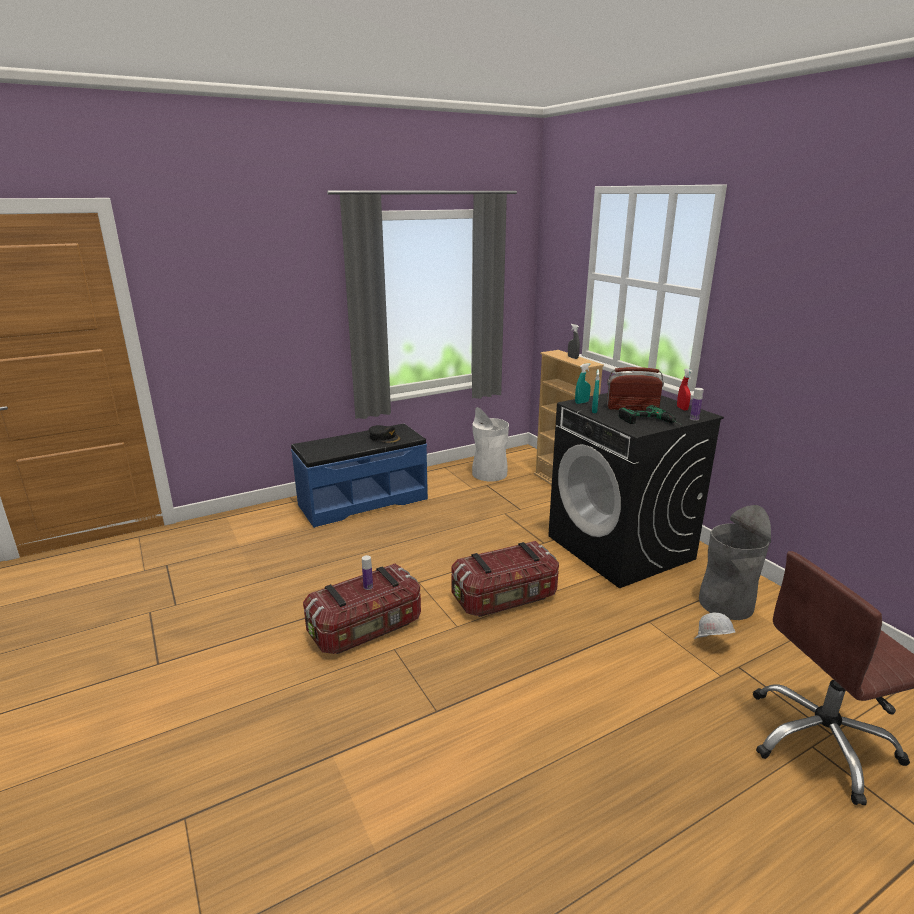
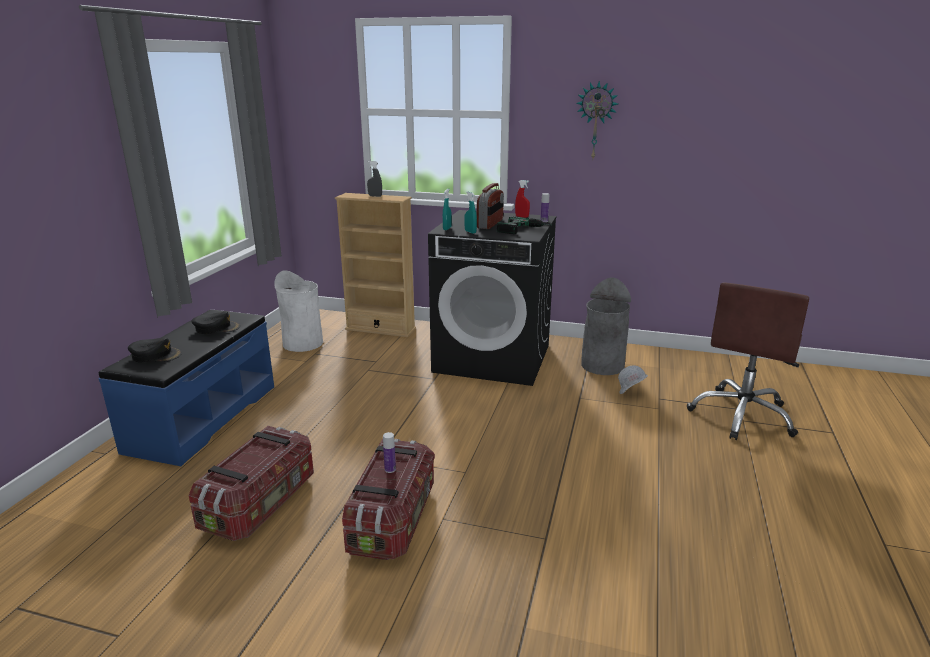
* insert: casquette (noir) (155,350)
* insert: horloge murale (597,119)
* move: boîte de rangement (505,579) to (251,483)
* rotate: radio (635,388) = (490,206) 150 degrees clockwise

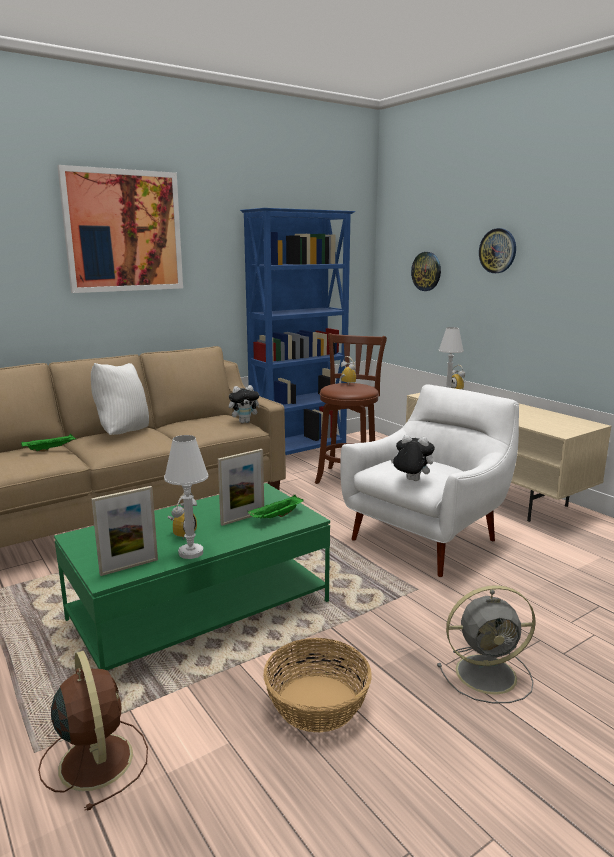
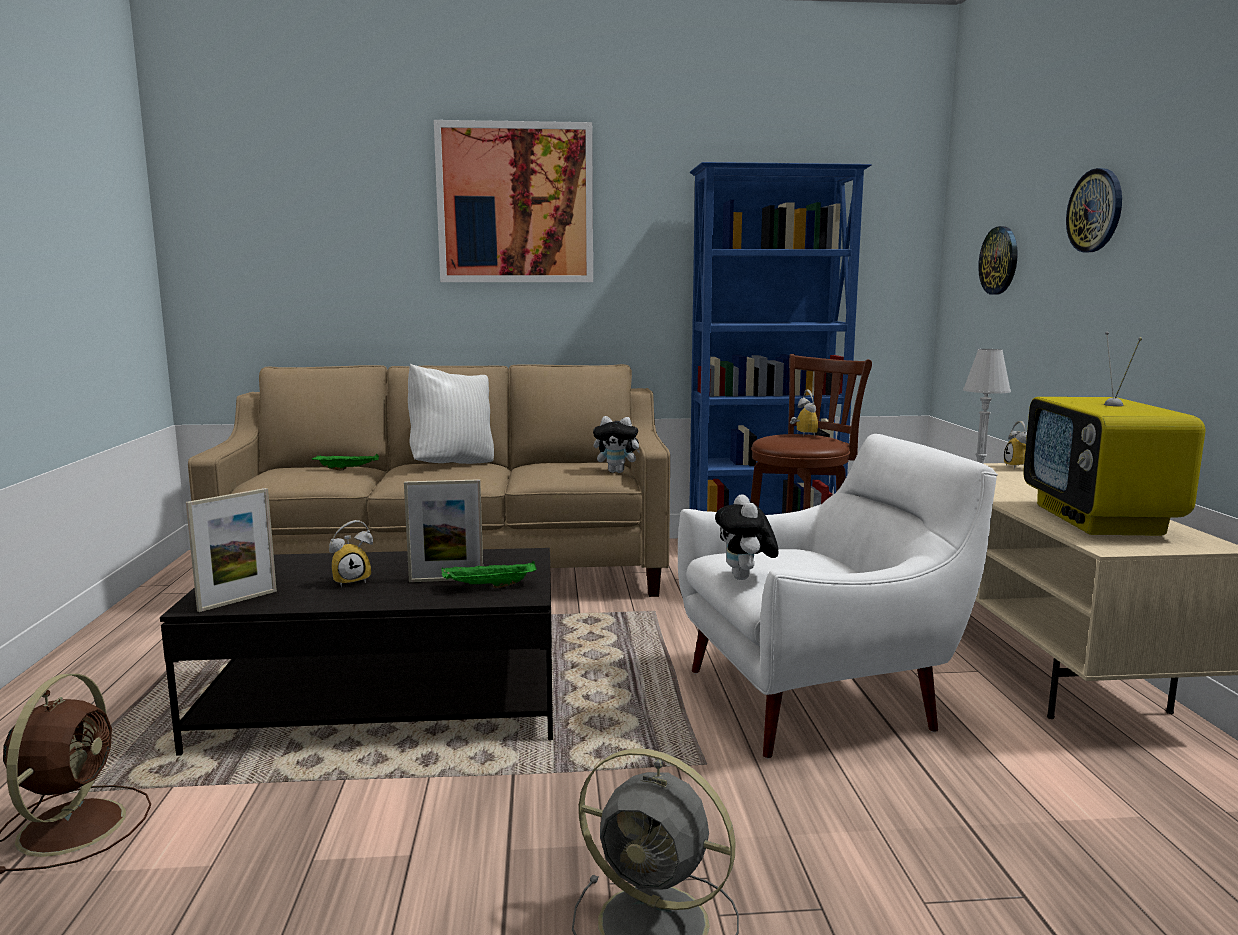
* delete: lampe de table (blanc) (186,497)
* delete: panier (317,685)
* insert: téléviseur (1114,434)
* recolor: table basse (vert) (192,576) to table basse (noir) (356,652)
* rotate: cadre photo (124,531) = (231,550) 45 degrees counterclockwise
* rotate: peluche (413,458) = (747,537) 150 degrees counterclockwise

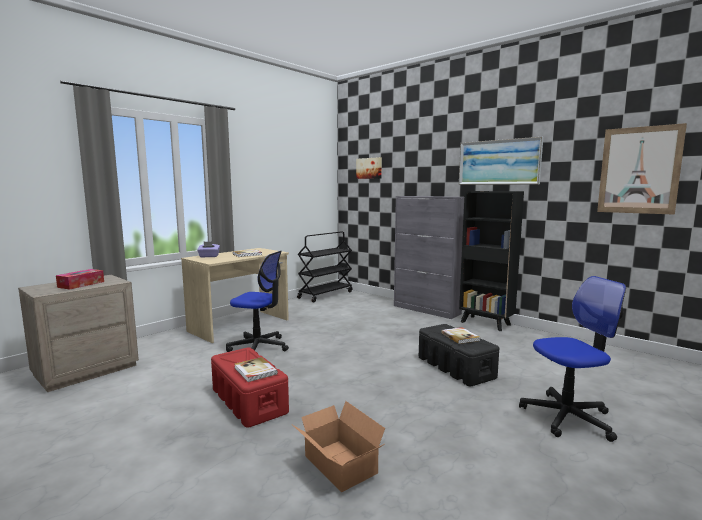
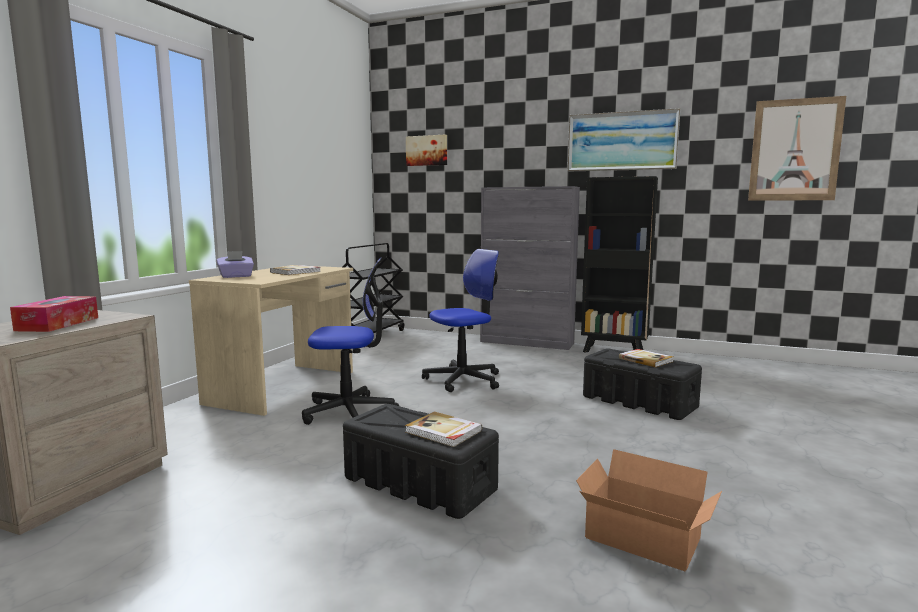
* move: chaise de bureau (572,359) to (460,320)
* recolor: boîte de rangement (rouge) (250,387) to boîte de rangement (noir) (421,461)

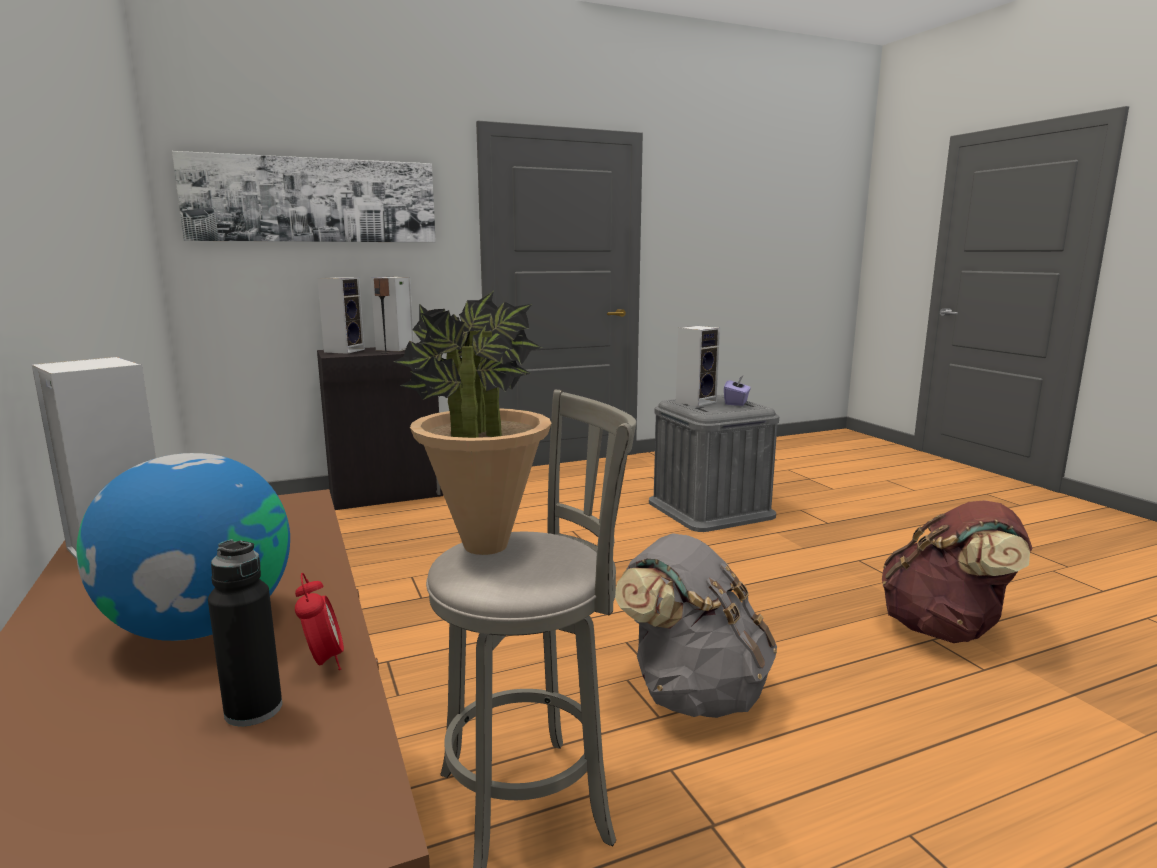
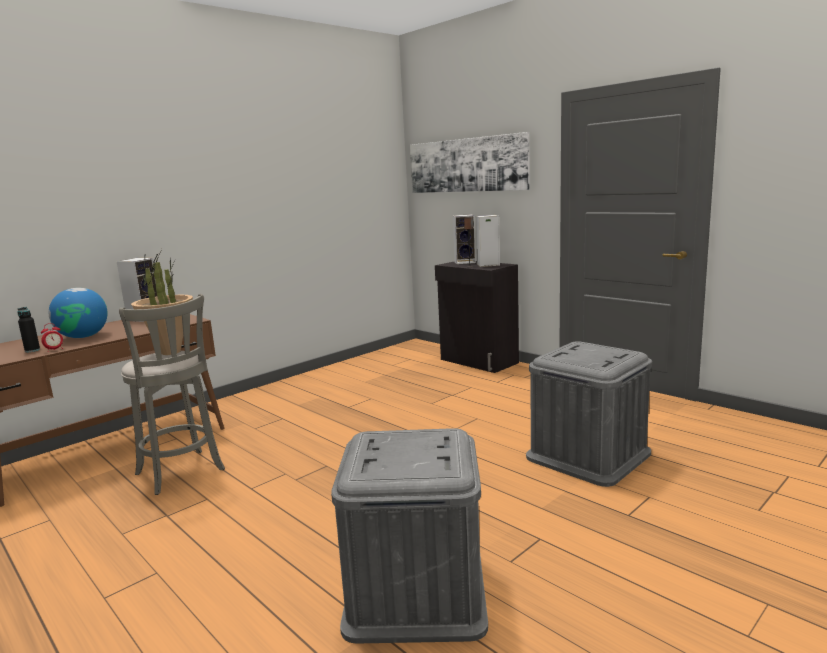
* delete: sac à dos (gris) (696,625)
* delete: enceinte (698,366)
* delete: boîte à mouchoirs (violet) (737,391)
* replace: sac à dos (marron) (957,571) to boîte de rangement (gris) (409,536)

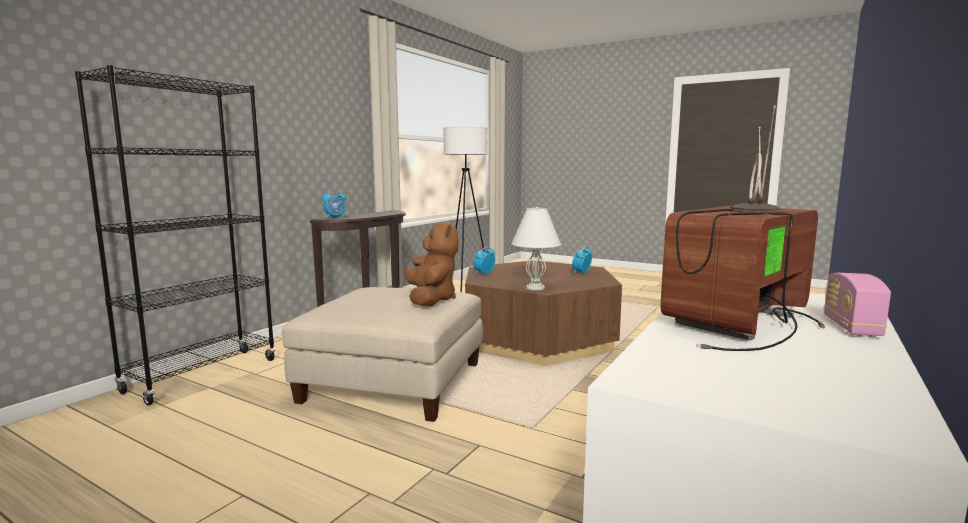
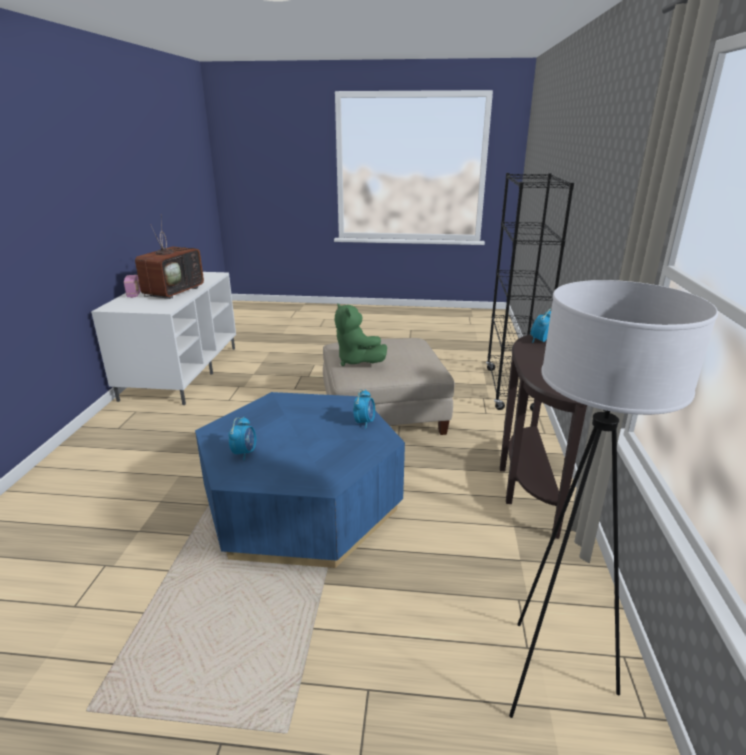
* delete: lampe de table (blanc) (536,248)
* recolor: peluche (marron) (431,263) to peluche (vert) (360,334)
* recolor: table basse (marron) (543,313) to table basse (bleu) (300,480)

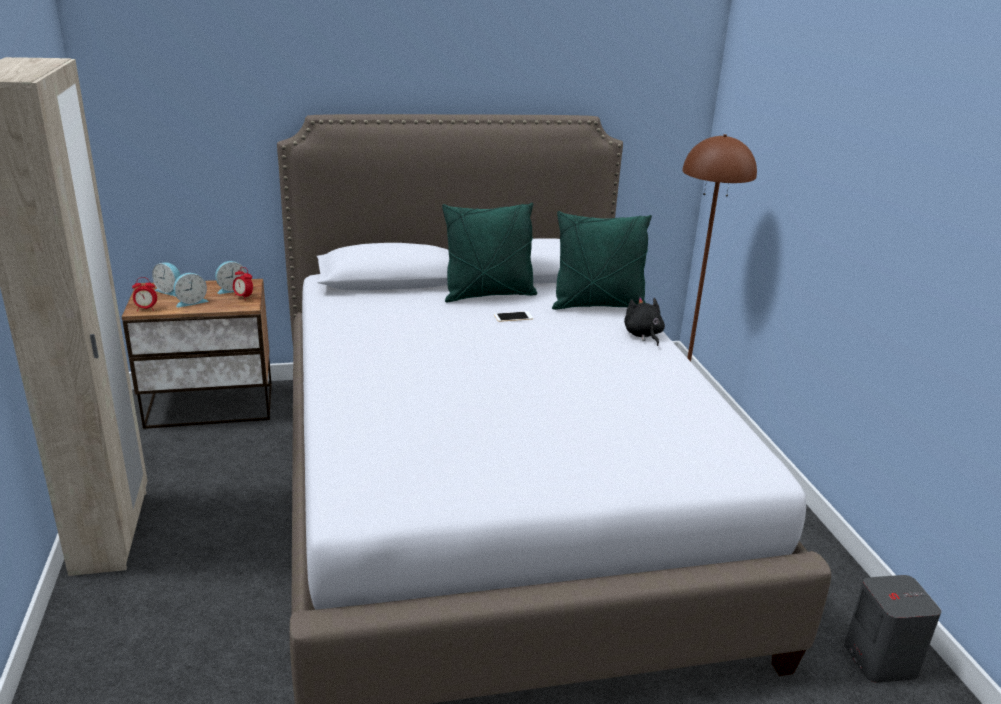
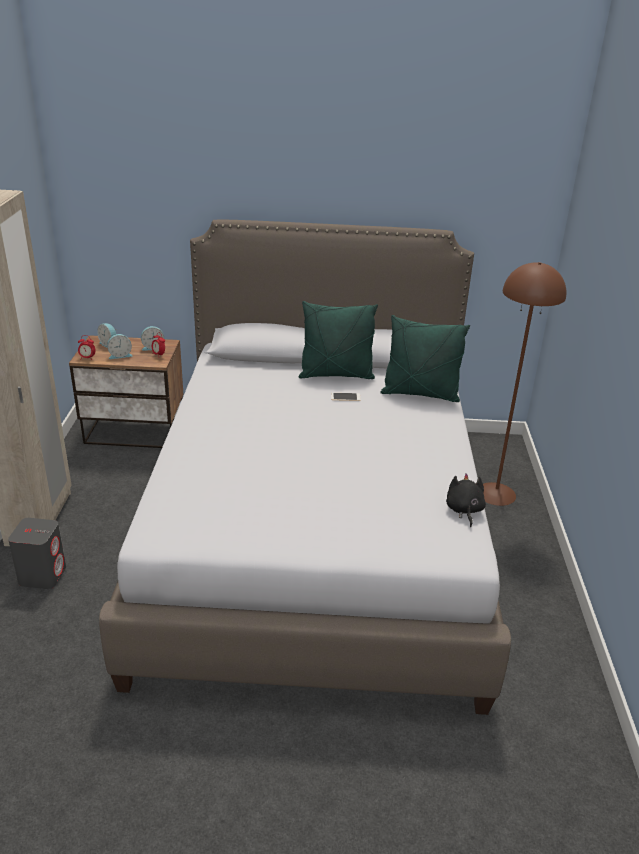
* move: peluche (noir) (644,321) to (466,500)
* move: enceinte (gris) (892,629) to (37,553)

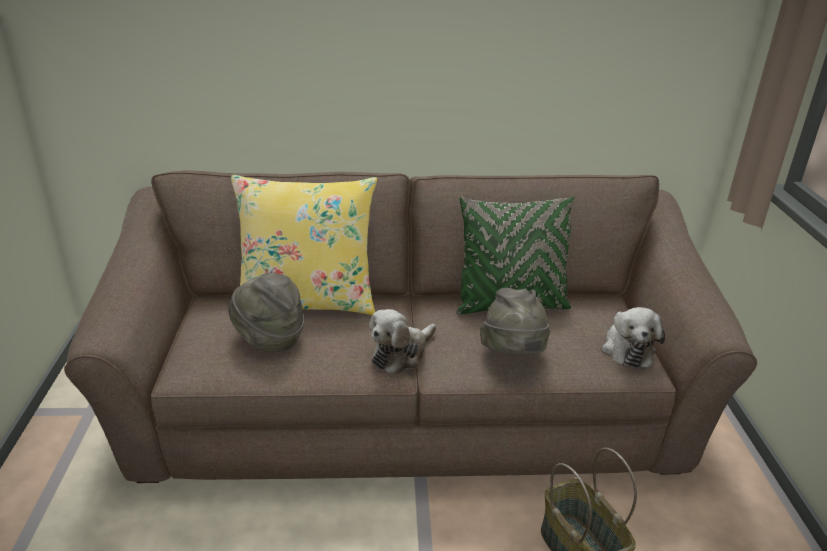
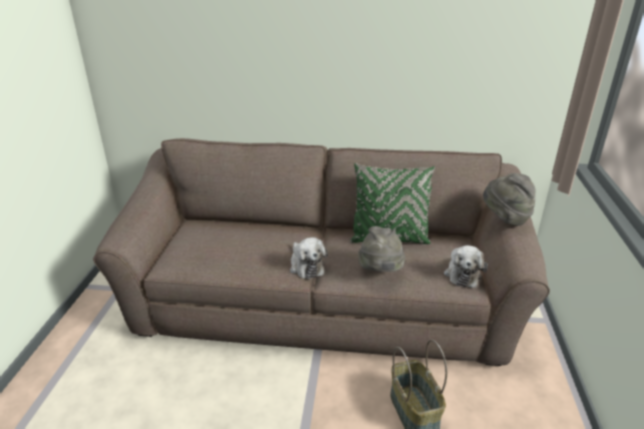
* delete: coussin (jaune) (304,245)
* move: chapeau (gris) (266,312) to (509,199)
* rotate: peluche (402,342) = (309,258) 75 degrees counterclockwise

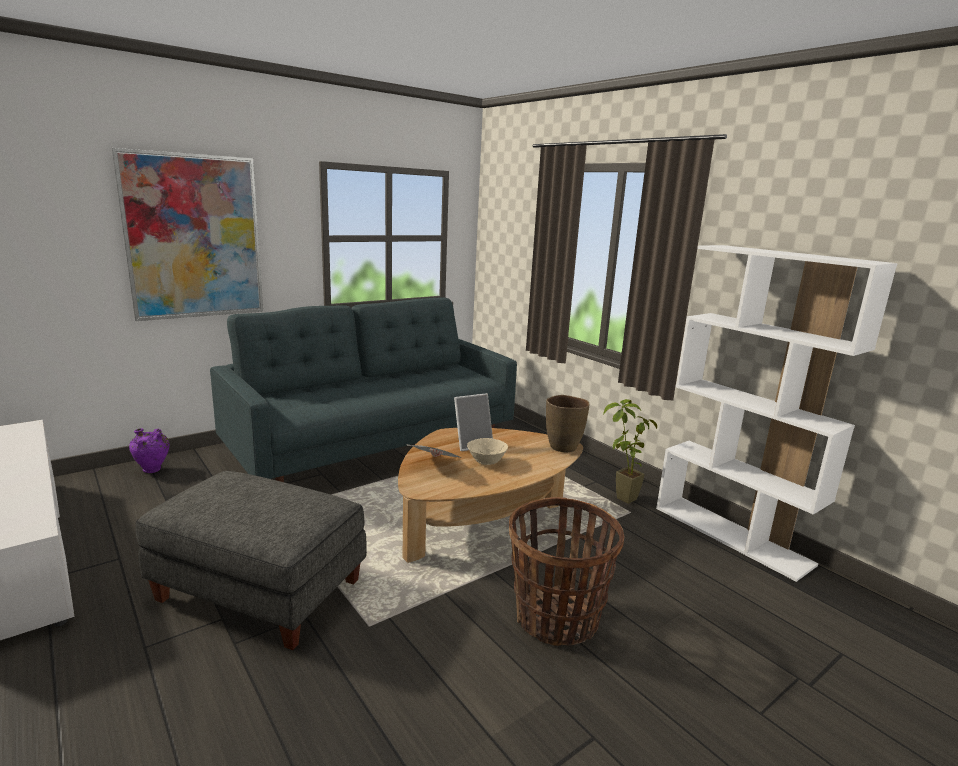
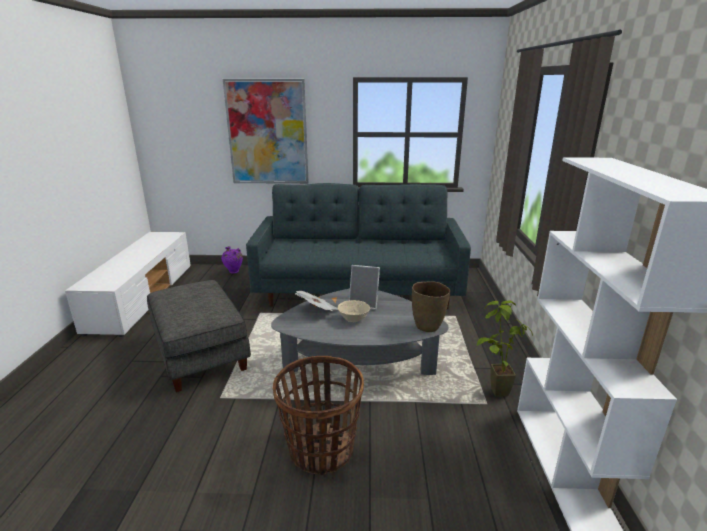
* recolor: table basse (marron) (490,495) to table basse (gris) (360,332)

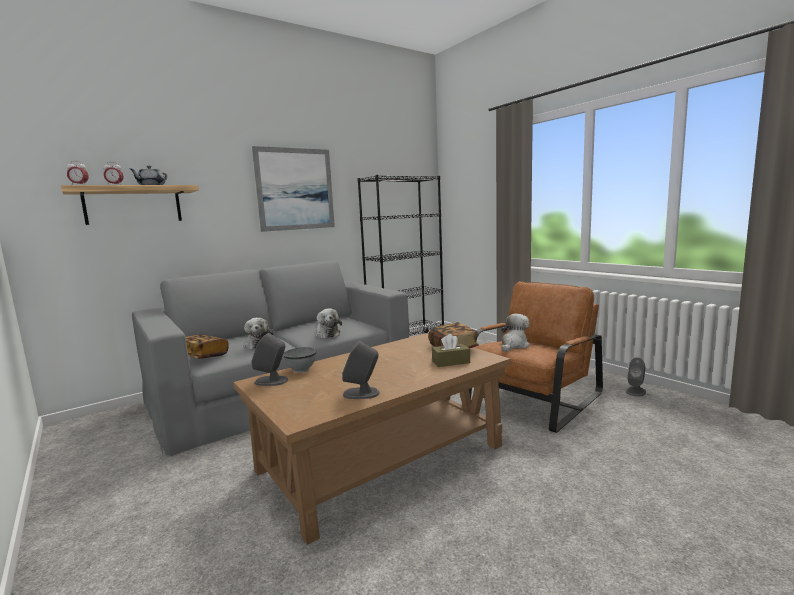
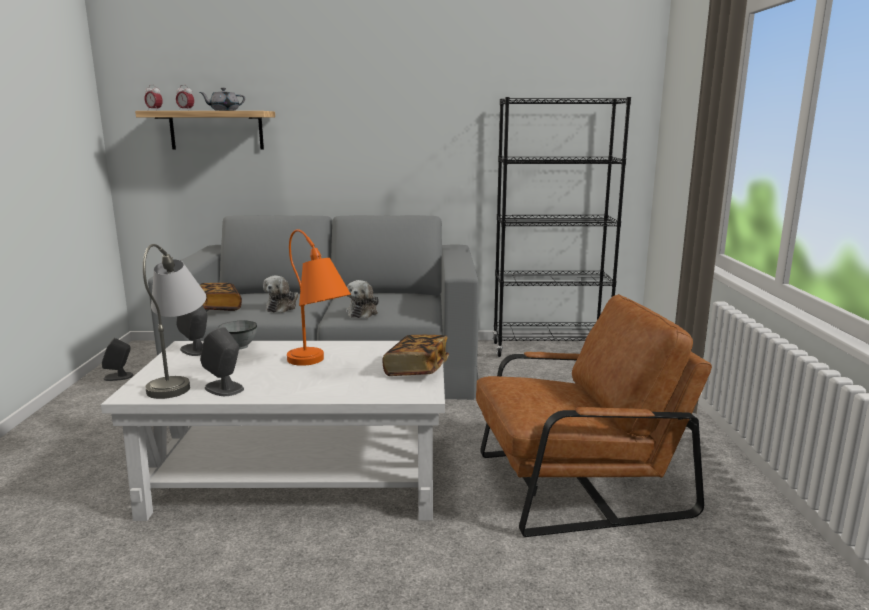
* delete: tableau (293,189)
* delete: boîte à mouchoirs (marron) (451,350)
* delete: peluche (515,333)
* insert: lampe de table (gris) (174,321)
* insert: lampe de table (orange) (319,297)
* move: enceinte (gris) (636,377) to (117,359)
* recolor: table basse (marron) (371,439) to table basse (blanc) (273,431)

